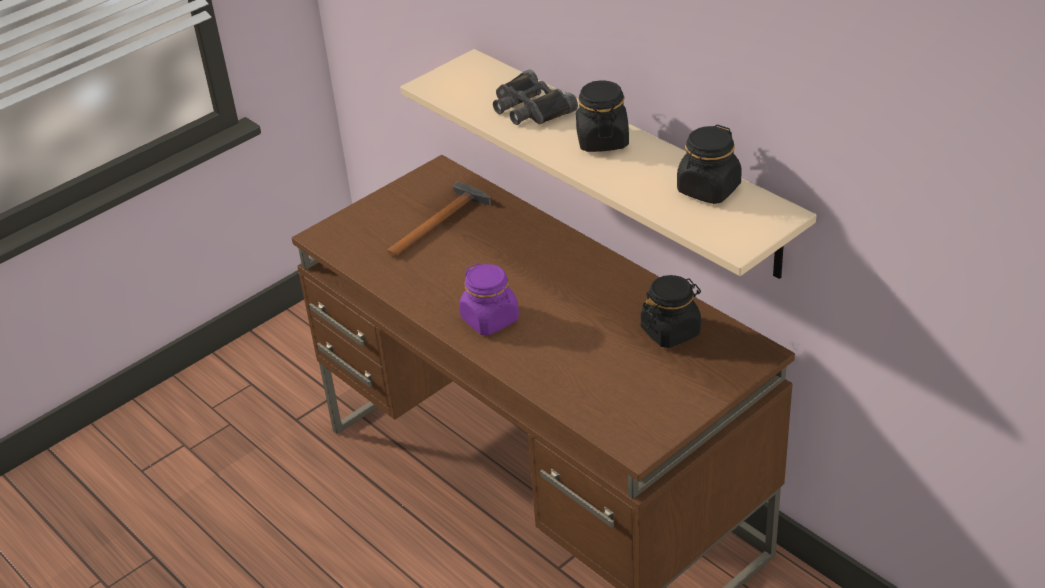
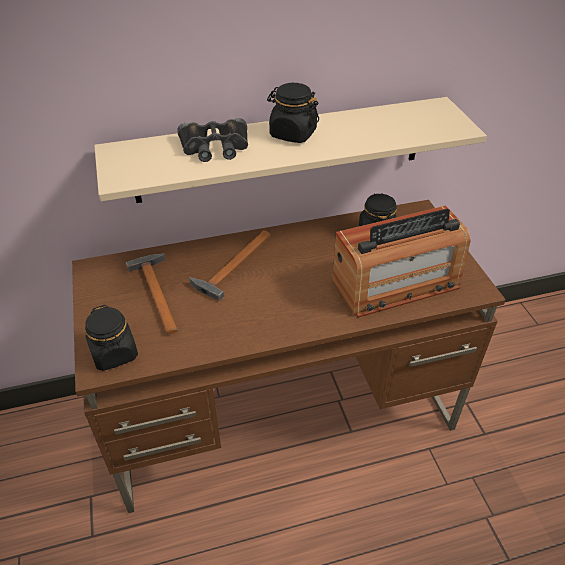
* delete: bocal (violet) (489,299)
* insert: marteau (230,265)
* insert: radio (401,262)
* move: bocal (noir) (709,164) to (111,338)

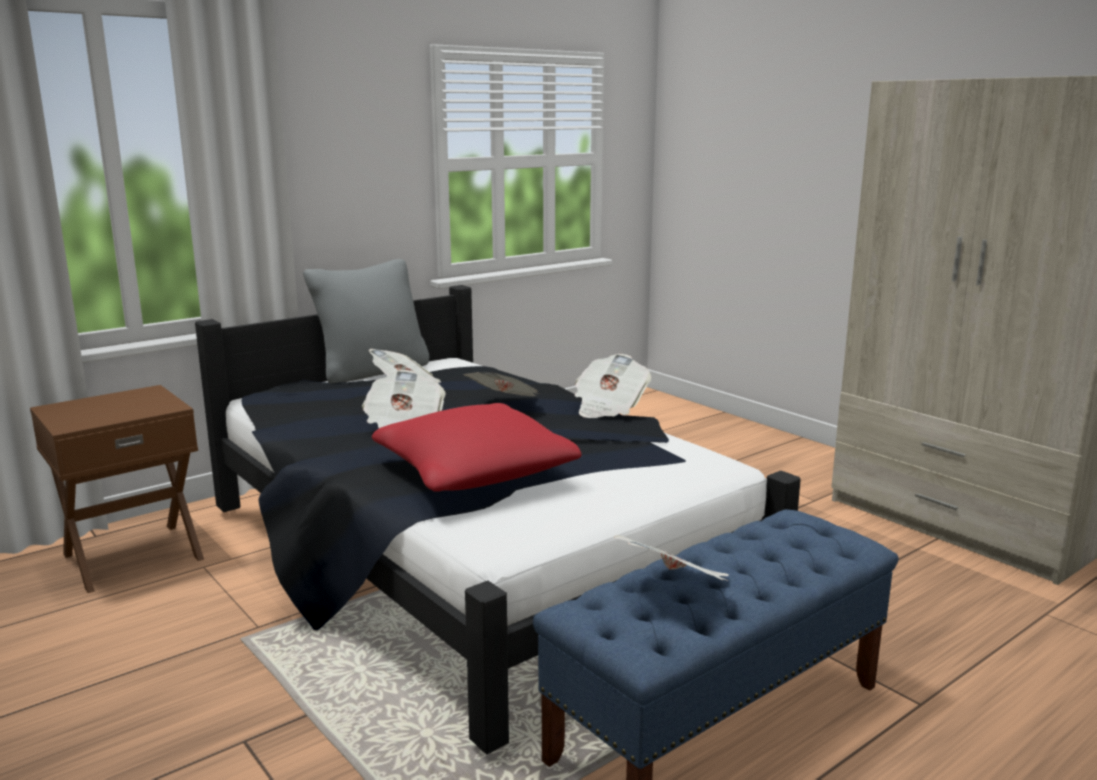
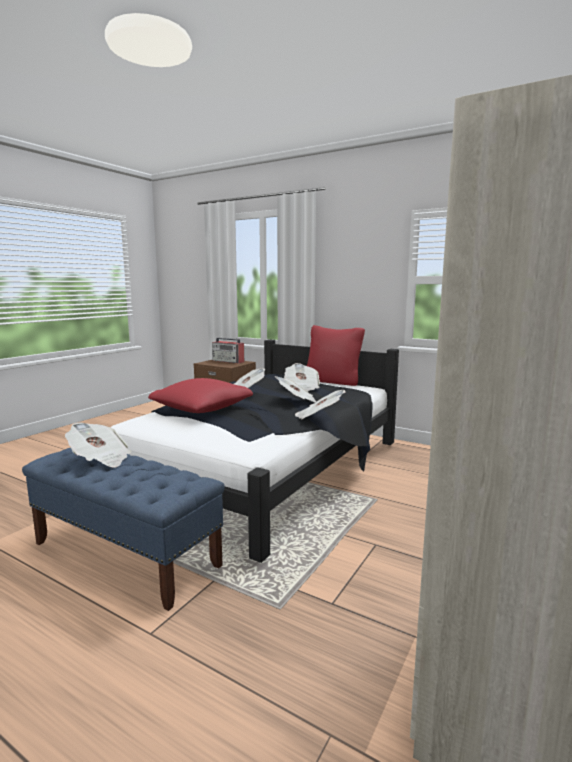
* insert: radio (228,351)
* recolor: coussin (gris) (366,321) to coussin (rouge) (336,355)

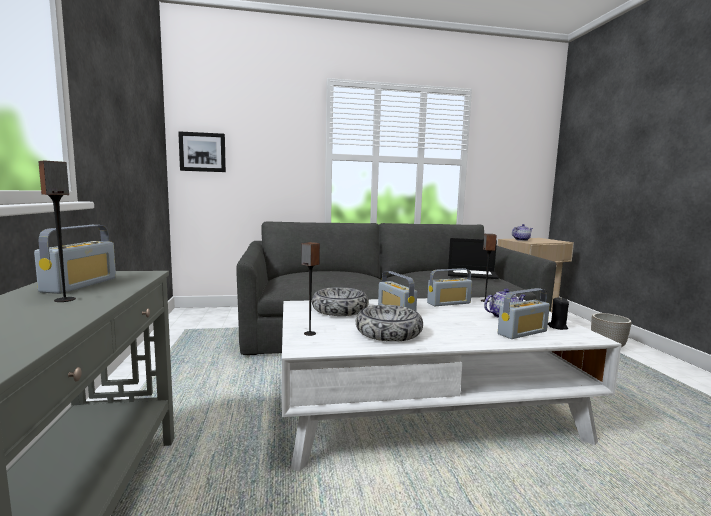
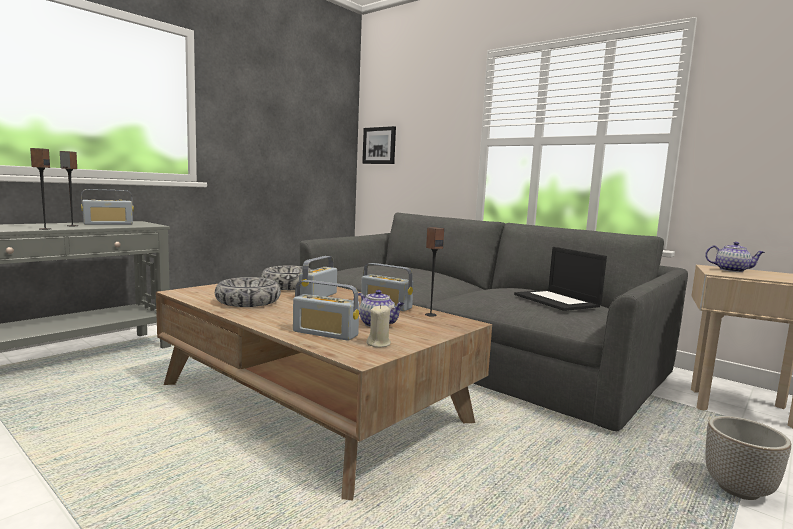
* move: enceinte (310,289) to (40,189)
* recolor: table basse (blanc) (452,384) to table basse (marron) (324,392)
* recolor: bougie (noir) (558,313) to bougie (beige) (378,326)

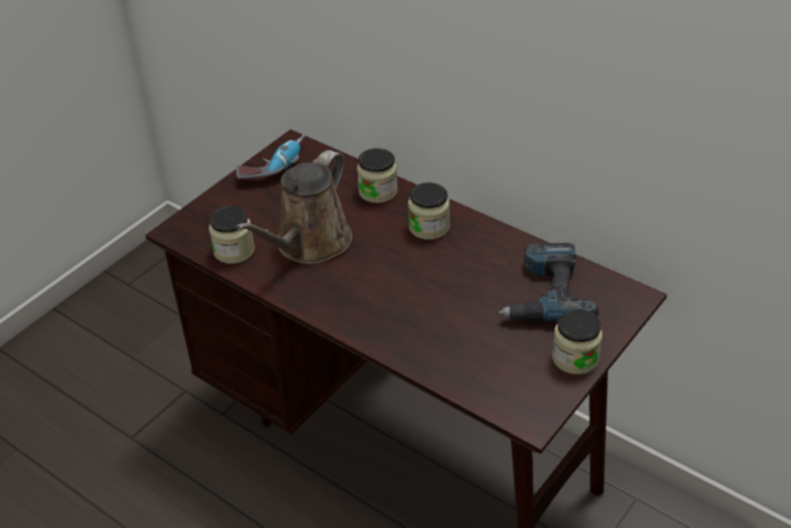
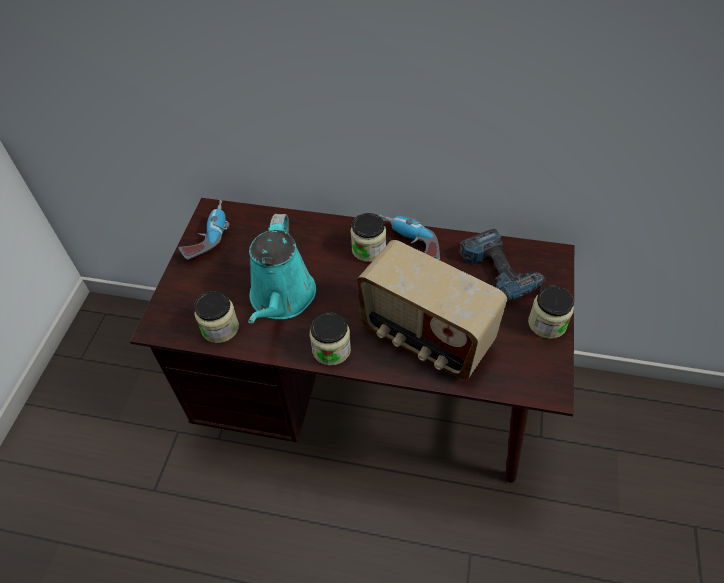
* insert: radio (432,310)
* insert: perceuse (409,237)
* move: bocal (377,175) to (330,338)
* recolor: arrosoir (marron) (294,207) to arrosoir (turquoise) (282,268)

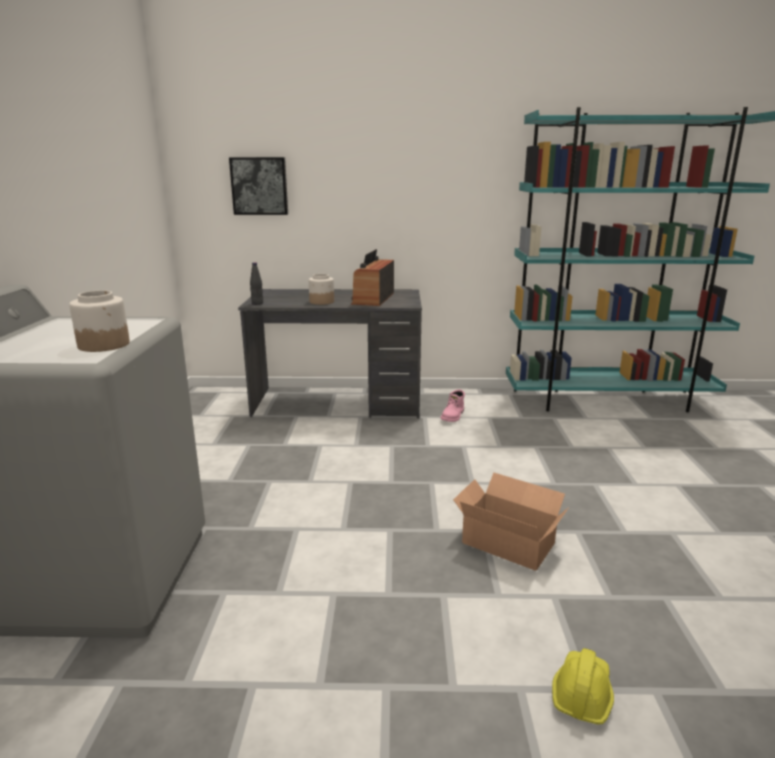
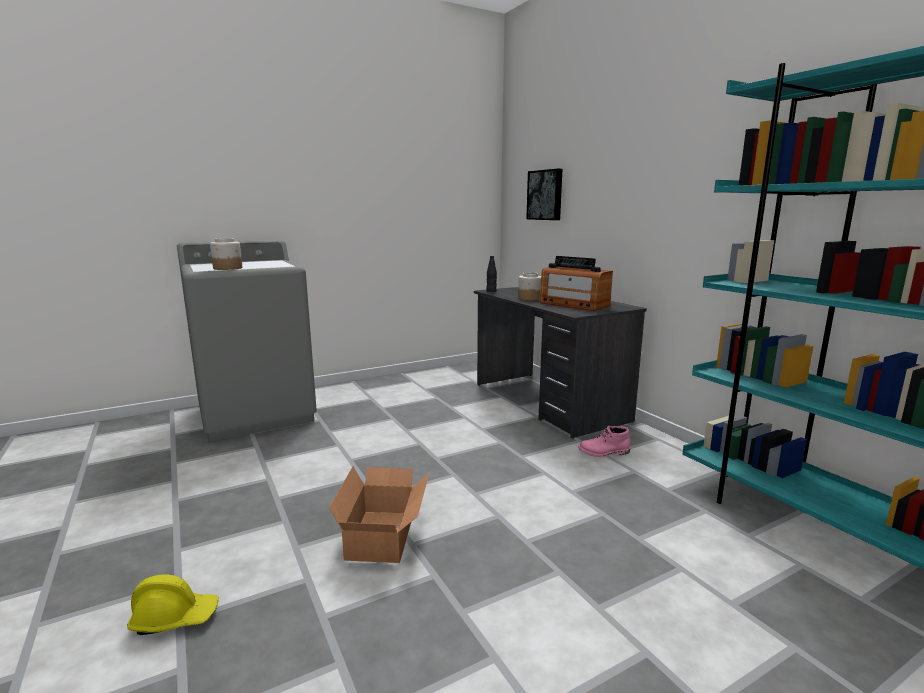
* rotate: radio (372,277) = (576,283) 120 degrees counterclockwise

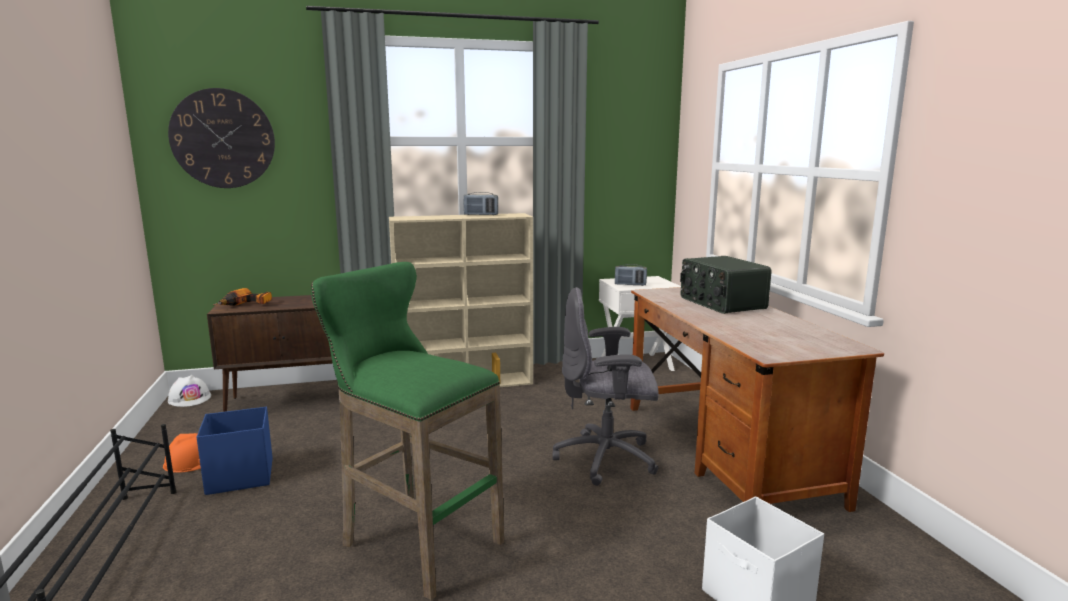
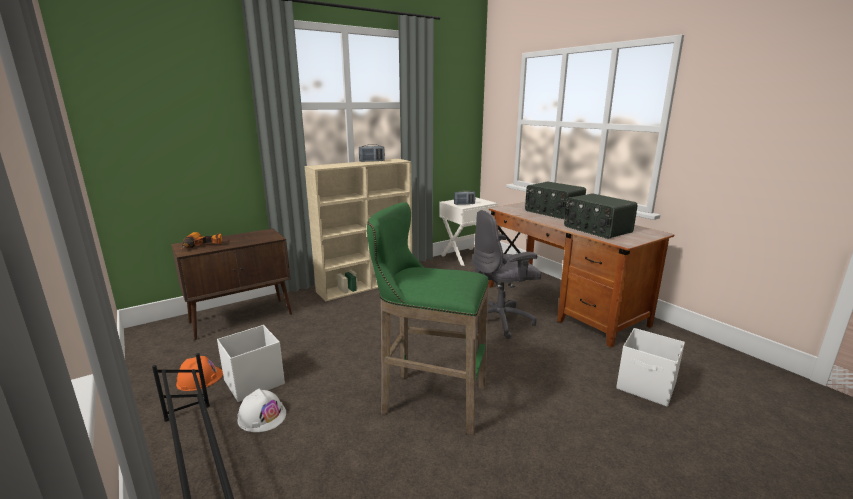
* delete: horloge murale (221,138)
* insert: radio (601,216)
* move: casque de chantier (blanc) (189,391) to (261,410)
* recolor: boîte de rangement (bleu) (235,451) to boîte de rangement (blanc) (251,363)

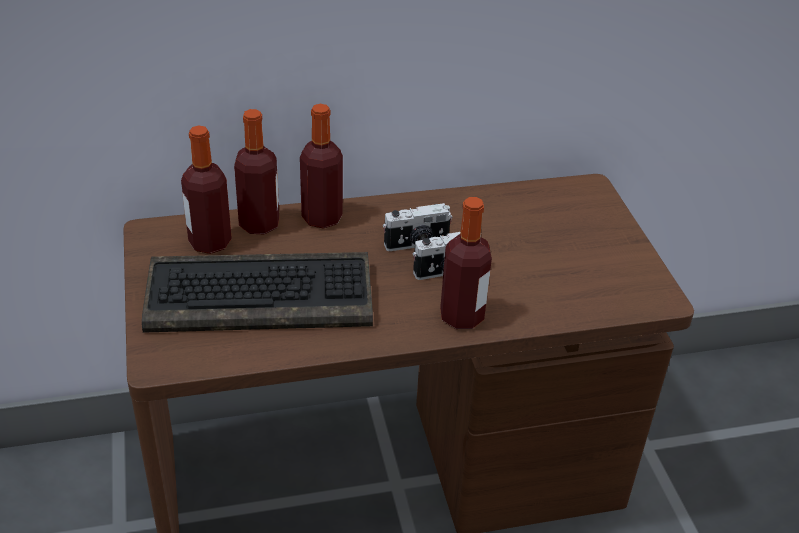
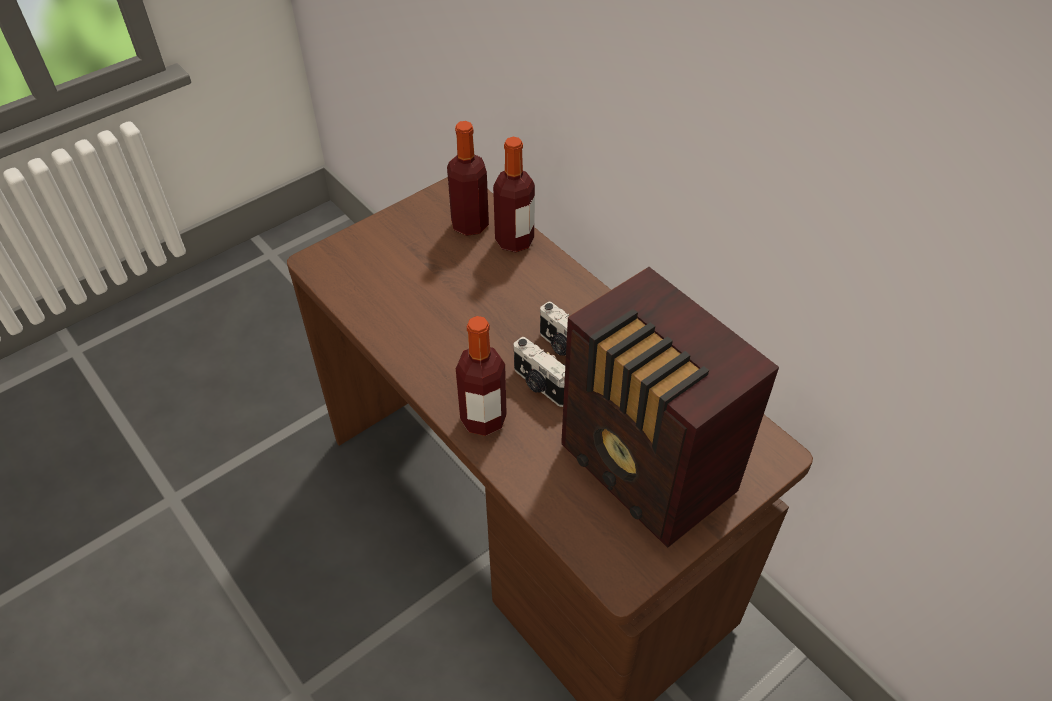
* delete: clavier (257,292)
* delete: bouteille (321,166)
* insert: radio (670,407)

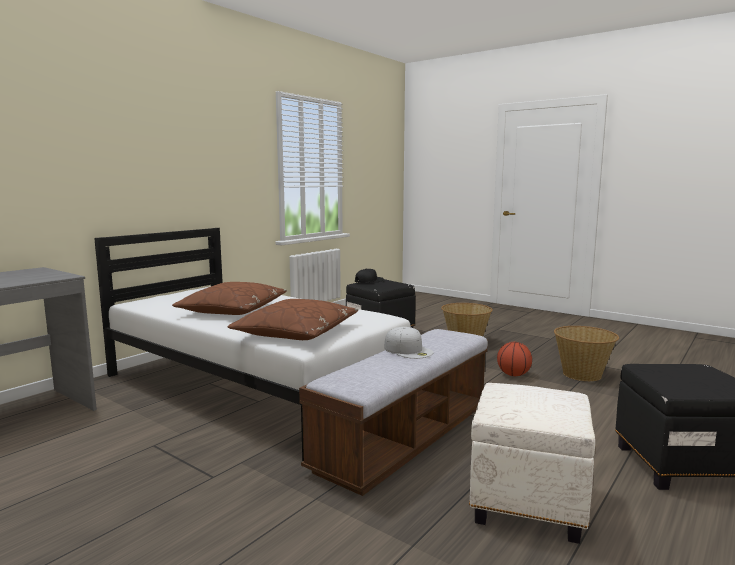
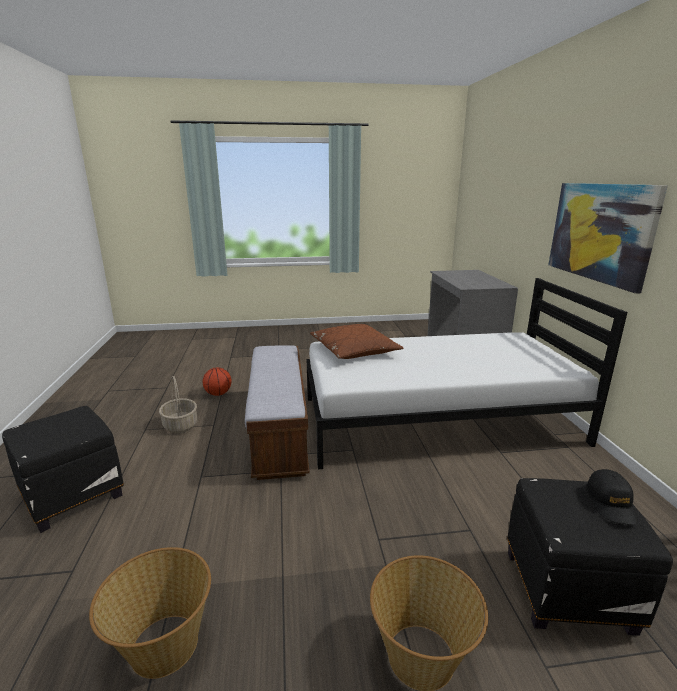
* delete: coussin (marron) (229,298)
* delete: casquette (blanc) (408,343)
* insert: tableau (608,238)
* move: ballon de basket (514,359) to (217,381)
* replace: pouf (blanc) (532,463) to panier (178,404)

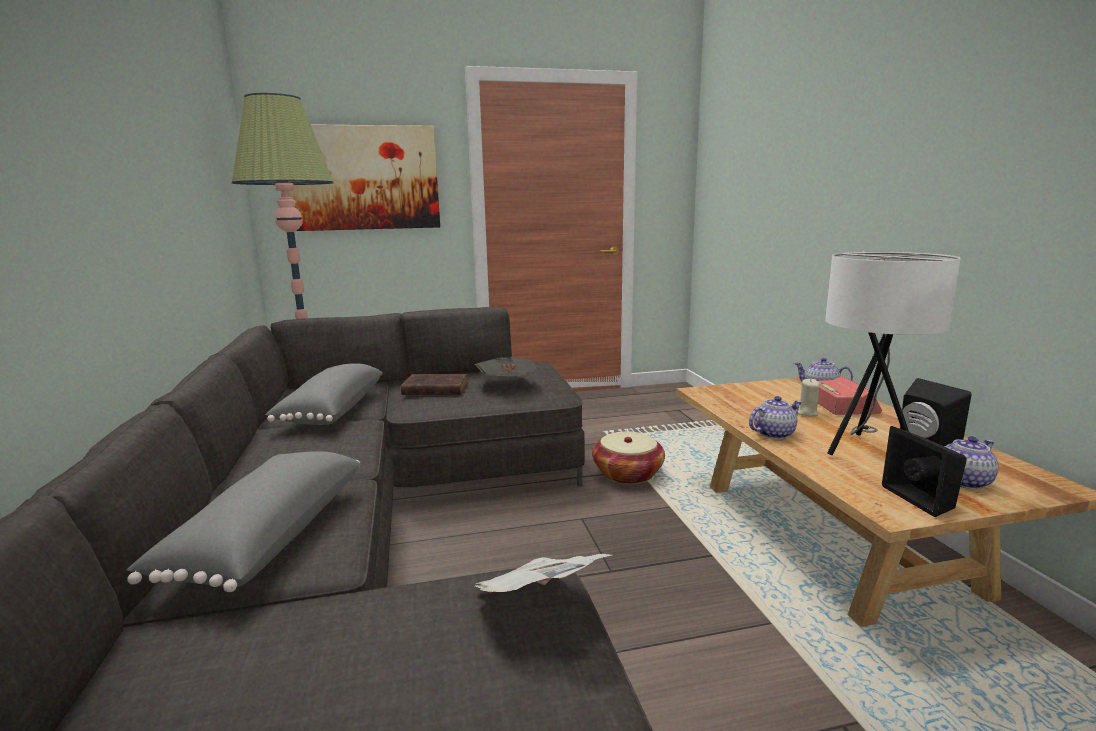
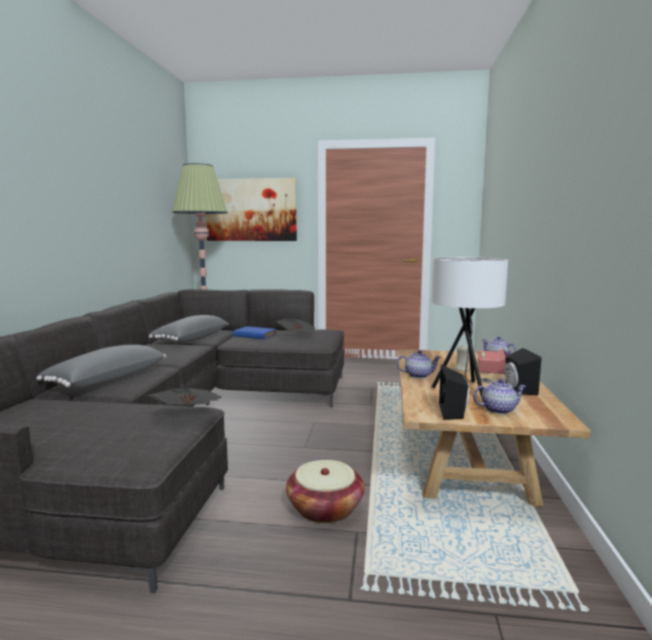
* move: panier (628,457) to (325,491)
* recolor: livre (marron) (434,384) to livre (bleu) (255,332)

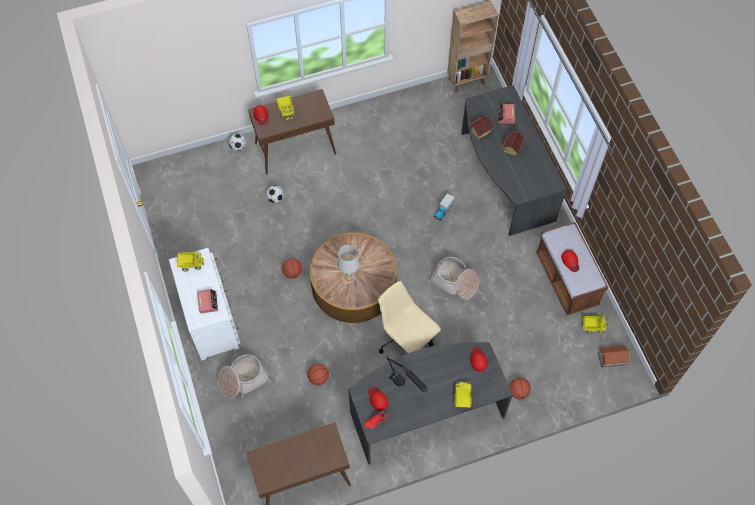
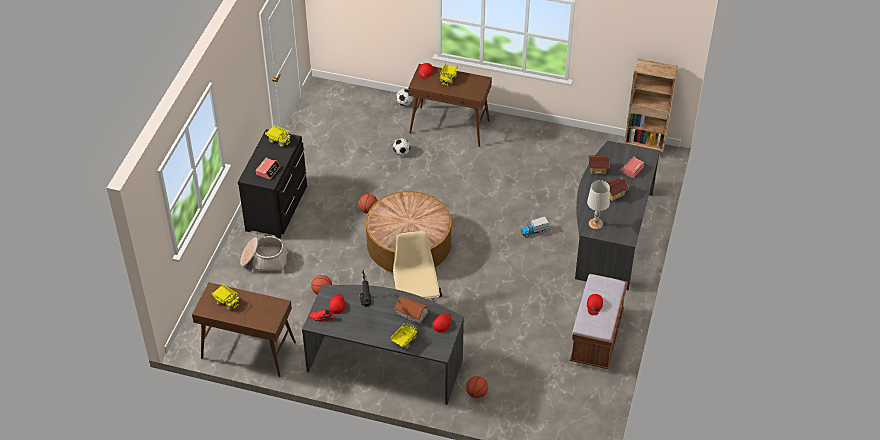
* delete: panier (453,278)
* move: lampe de table (blanc) (348,264) to (598,204)
* move: camion jouet (595,325) to (225,297)
* move: maison miniature (613,357) to (412,310)
* recolor: commode (blanc) (204,304) to commode (noir) (272,184)

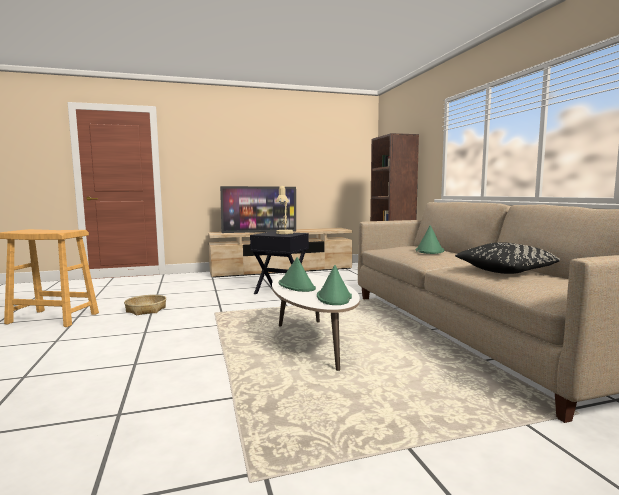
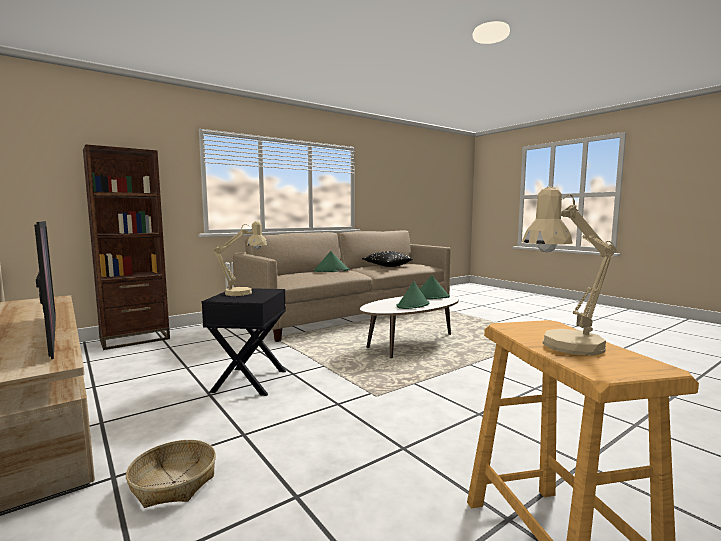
* insert: lampe de table (beige) (569,271)
* move: panier (145,305) to (171,474)

